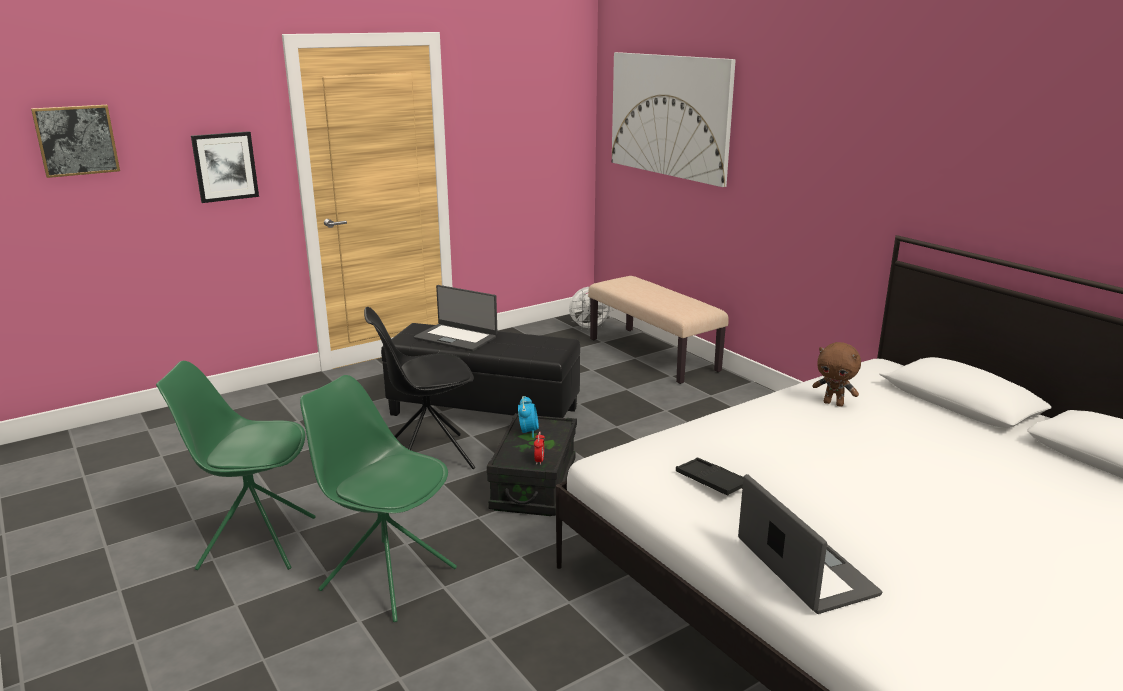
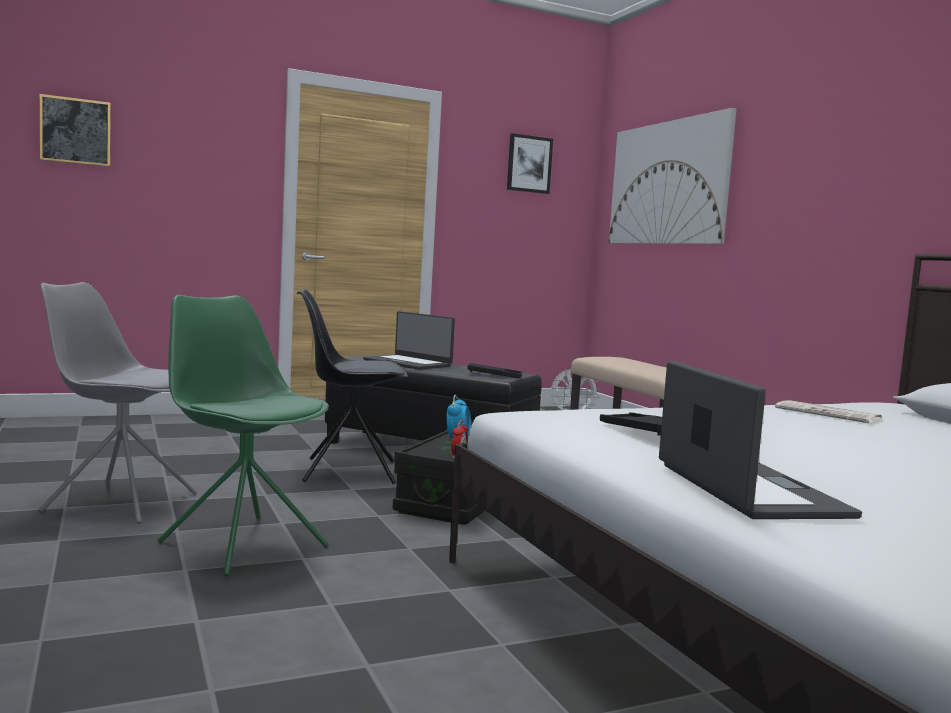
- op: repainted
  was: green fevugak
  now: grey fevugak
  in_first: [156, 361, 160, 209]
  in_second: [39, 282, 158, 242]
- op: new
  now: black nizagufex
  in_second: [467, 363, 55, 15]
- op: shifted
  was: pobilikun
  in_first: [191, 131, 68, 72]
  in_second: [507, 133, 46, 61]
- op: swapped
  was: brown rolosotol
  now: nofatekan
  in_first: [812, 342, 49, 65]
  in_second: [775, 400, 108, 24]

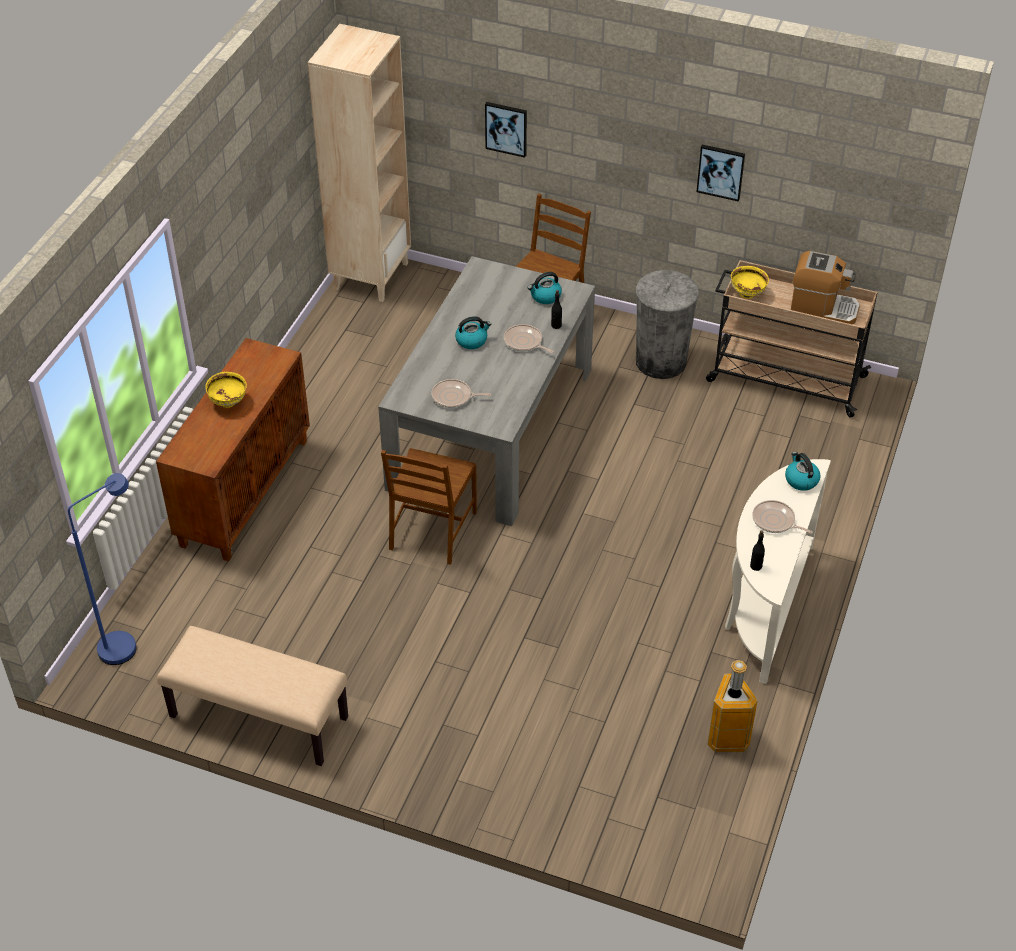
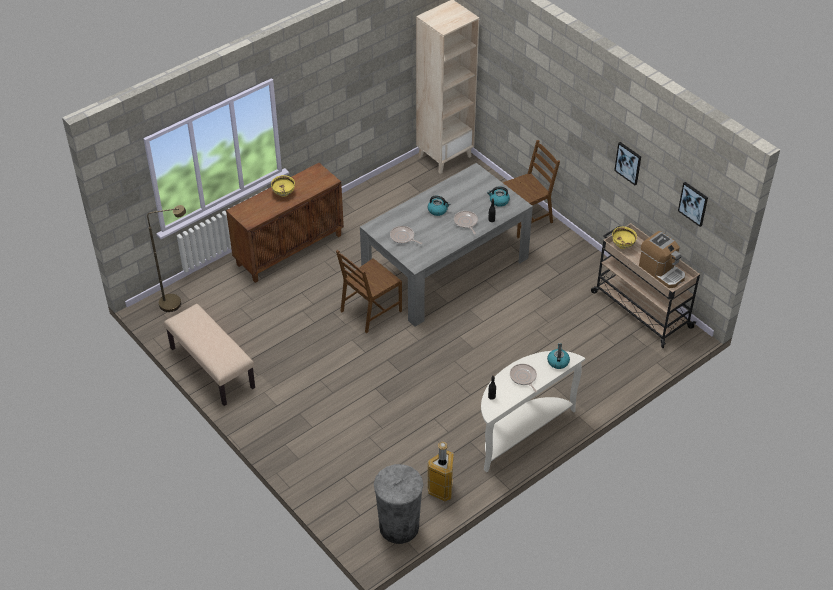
- op: repainted
  was: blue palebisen
  now: brown palebisen
  in_first: [68, 473, 69, 192]
  in_second: [147, 205, 39, 107]
- op: shifted
  was: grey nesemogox
  in_first: [636, 270, 63, 109]
  in_second: [374, 464, 49, 80]
- op: shifted
  was: pobilikun
  in_first: [485, 102, 42, 56]
  in_second: [678, 182, 30, 45]

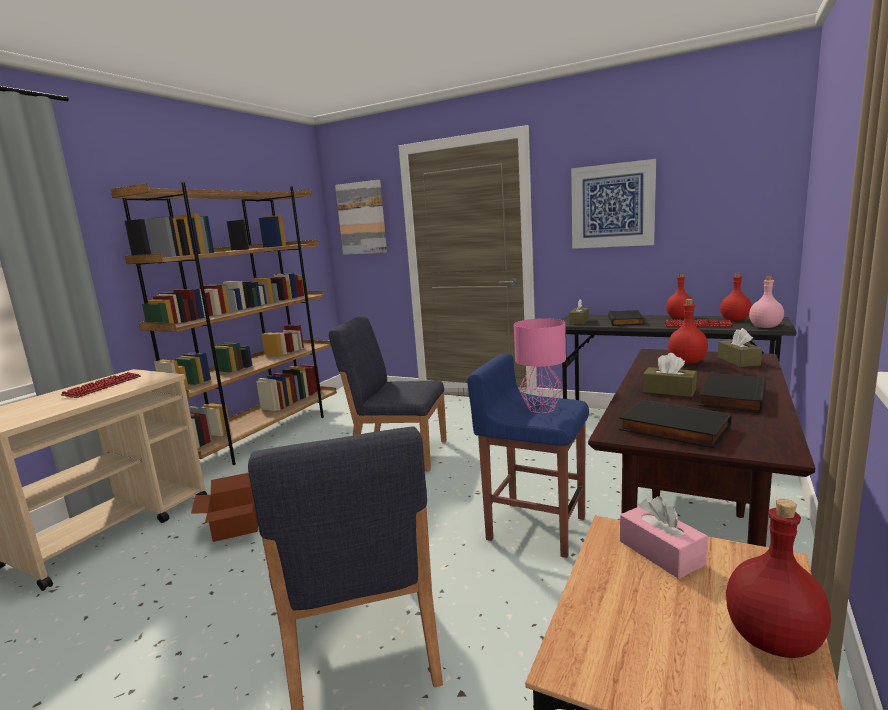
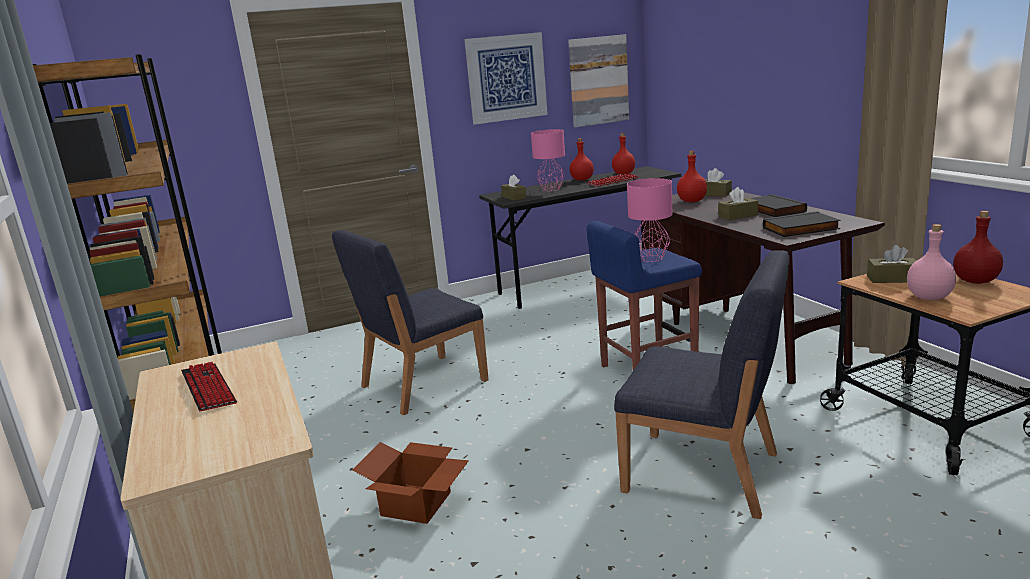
- op: swapped
  was: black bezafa
  now: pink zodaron
  in_first: [608, 310, 36, 16]
  in_second: [531, 129, 34, 62]
- op: shifted
  was: pobilikun
  in_first: [335, 180, 52, 75]
  in_second: [568, 34, 61, 93]
- op: repainted
  was: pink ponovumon
  now: brown ponovumon
  in_first: [620, 496, 88, 83]
  in_second: [867, 245, 49, 38]
- op: shifted
  was: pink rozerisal
  in_first: [749, 276, 35, 52]
  in_second: [907, 224, 49, 76]

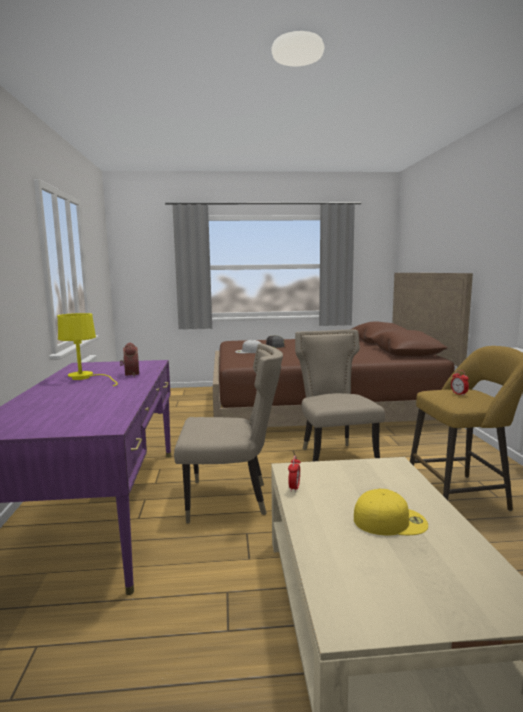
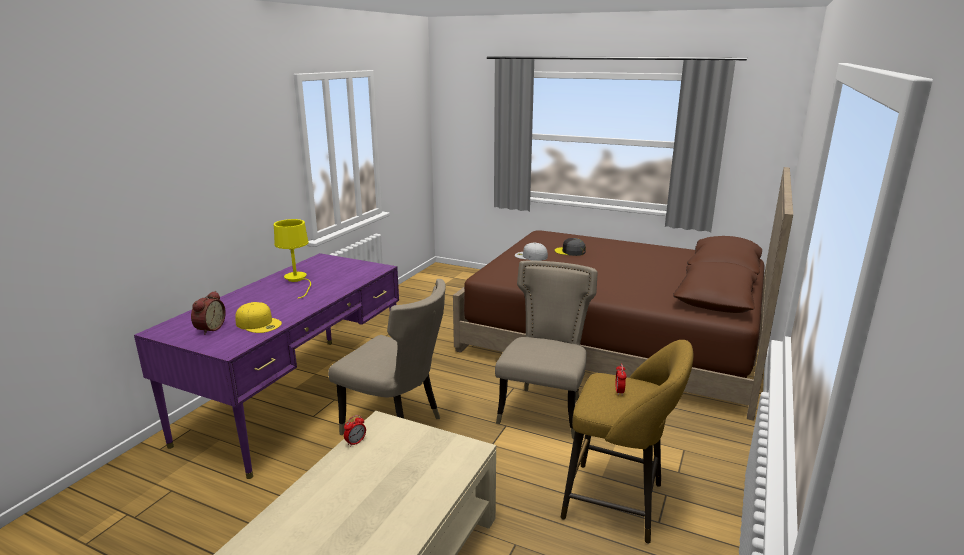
- op: shifted
  was: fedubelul
  in_first: [120, 343, 19, 34]
  in_second: [191, 291, 35, 44]
- op: shifted
  was: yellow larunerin
  in_first: [354, 489, 74, 46]
  in_second: [235, 302, 47, 31]

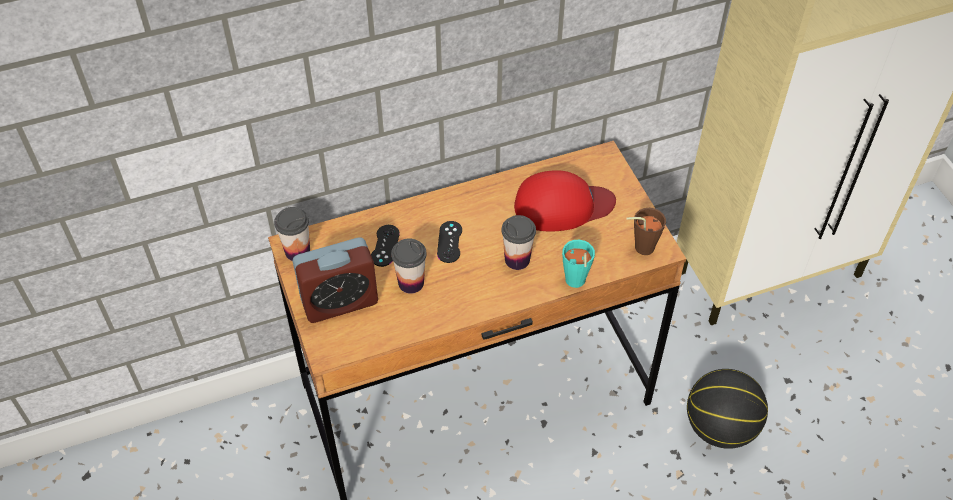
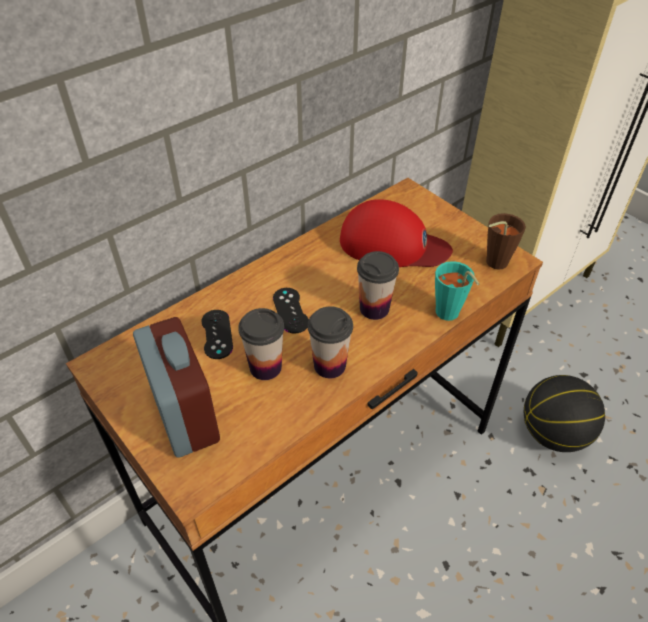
- op: rotated
  was: fedubelul
  in_first: [293, 237, 85, 86]
  in_second: [133, 317, 87, 141]
  clockwise: -75
- op: shifted
  was: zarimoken
  in_first: [274, 207, 36, 54]
  in_second: [308, 306, 45, 72]
- op: rotated
  was: red larunerin
  in_first: [514, 170, 102, 61]
  in_second: [340, 199, 113, 68]
  clockwise: 45

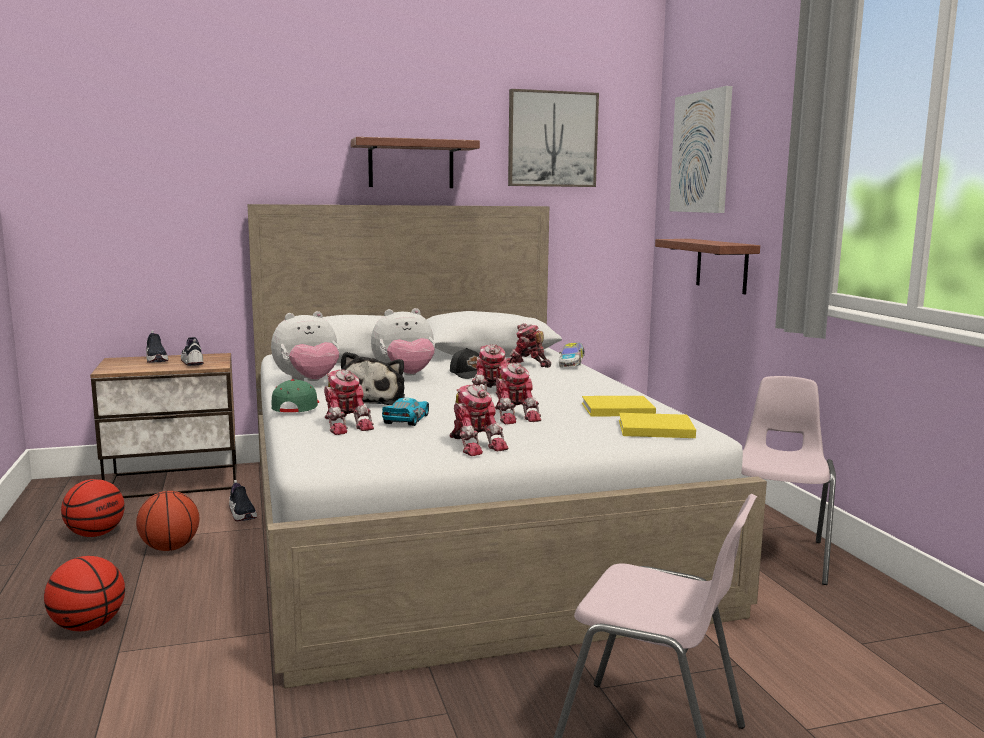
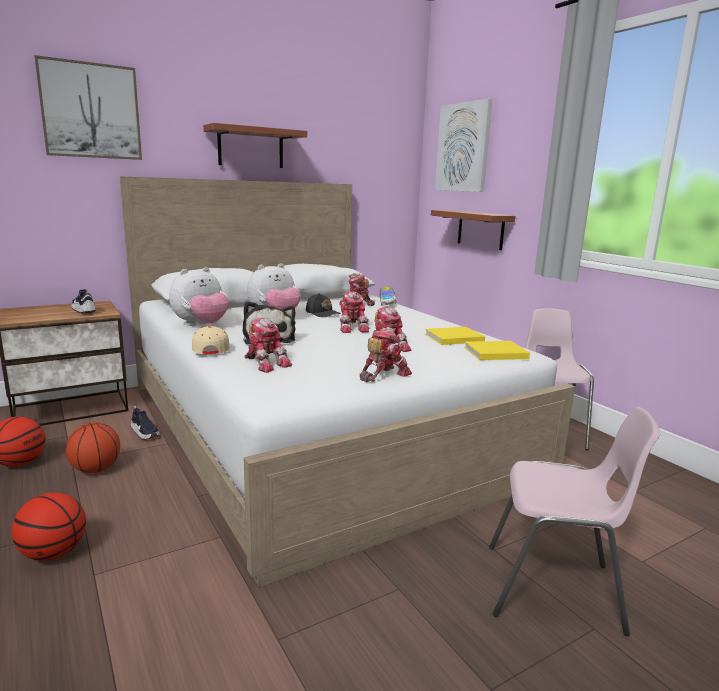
- op: shifted
  was: pobilikun
  in_first: [508, 89, 91, 98]
  in_second: [35, 55, 107, 105]
- op: repainted
  was: green larunerin
  now: beige larunerin
  in_first: [272, 379, 47, 33]
  in_second: [192, 326, 38, 28]
- op: rotated
  was: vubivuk
  in_first: [449, 385, 60, 71]
  in_second: [360, 327, 52, 55]
  clockwise: -90
- op: gone
  was: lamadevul
  in_first: [146, 331, 22, 32]
- op: gone
  was: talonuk
  in_first: [382, 398, 47, 28]

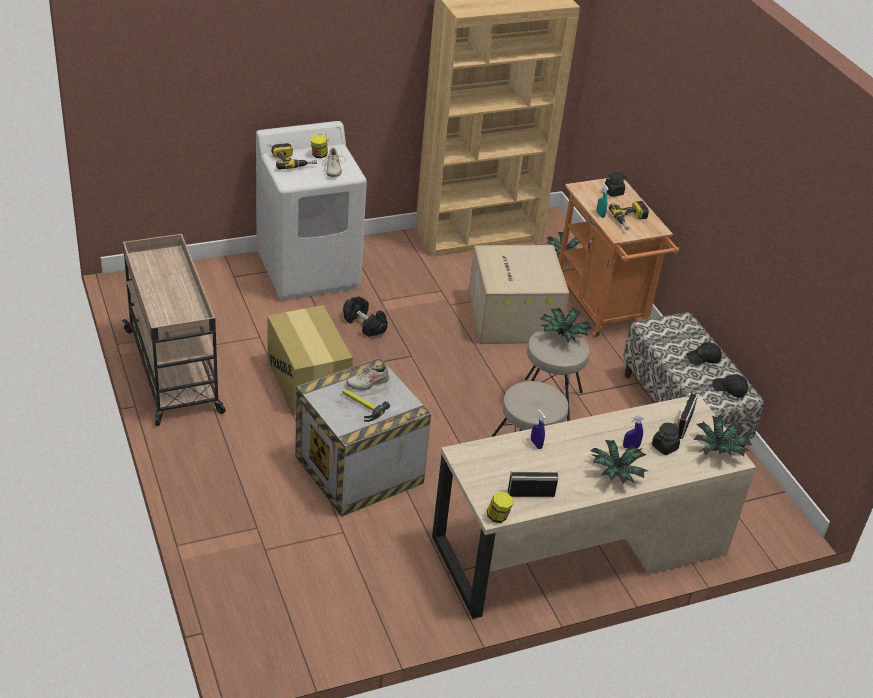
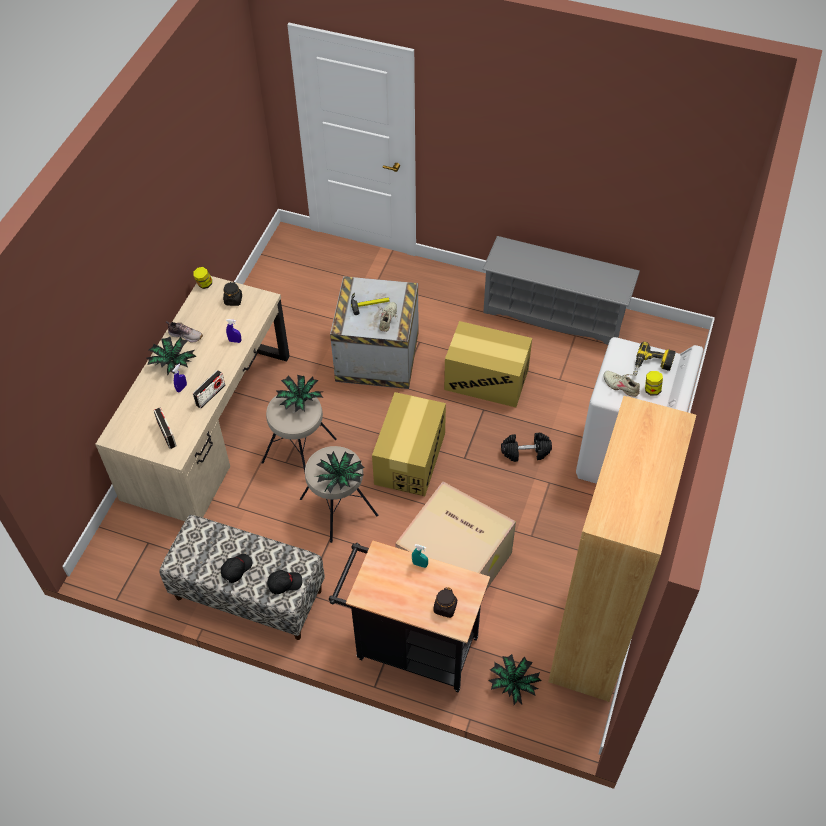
- op: new
  now: lamadevul
  in_second: [166, 321, 37, 22]
- op: shifted
  was: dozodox
  in_first: [508, 471, 50, 26]
  in_second: [193, 370, 32, 38]
- op: shifted
  was: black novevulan
  in_first: [652, 423, 28, 32]
  in_second: [223, 282, 19, 24]
- op: shifted
  was: black larunerin
  in_first: [712, 374, 36, 24]
  in_second: [267, 570, 35, 24]
- op: shifted
  was: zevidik
  in_first: [693, 416, 59, 40]
  in_second: [276, 375, 47, 37]
- op: repainted
  was: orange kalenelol
  now: black kalenelol
  in_first: [559, 178, 120, 160]
  in_second: [329, 540, 161, 152]
- op: new
  now: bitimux
  in_second: [372, 392, 74, 104]
- op: swapped
  was: beige kalenelol
  now: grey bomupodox
  in_first: [122, 234, 104, 192]
  in_second: [482, 236, 158, 109]
- op: gone
  was: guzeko
  in_first: [609, 201, 40, 30]

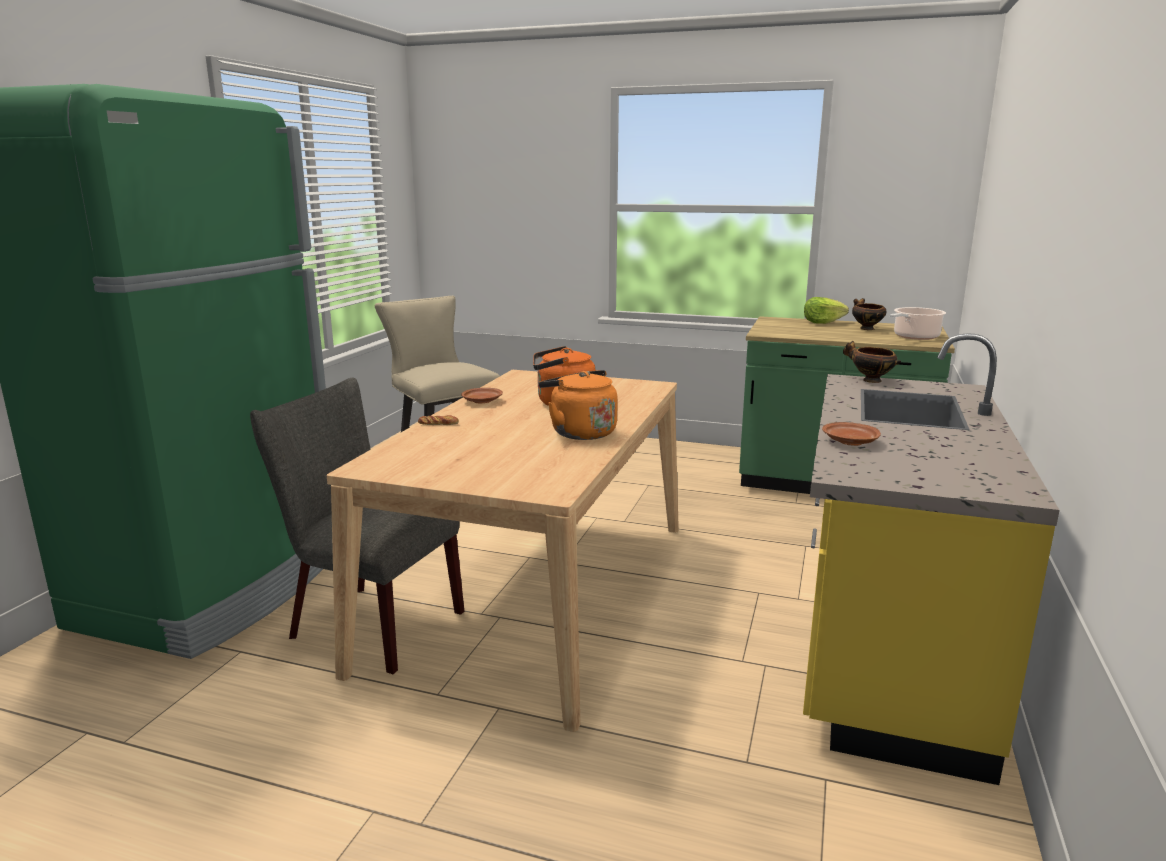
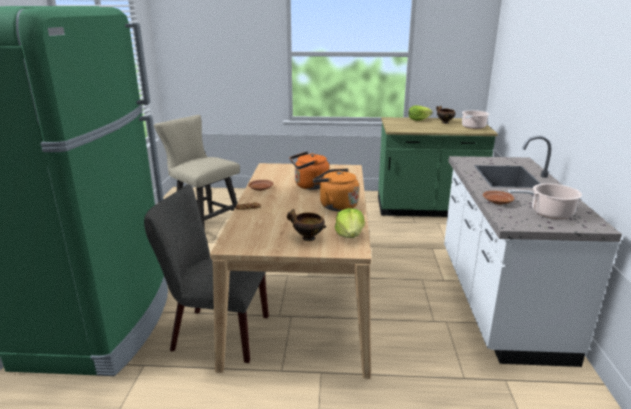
- op: shifted
  was: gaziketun
  in_first: [843, 341, 58, 42]
  in_second: [287, 209, 39, 32]
- op: new
  now: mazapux
  in_second: [335, 208, 30, 30]
- op: repainted
  was: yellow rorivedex
  now: white rorivedex
  in_first: [803, 334, 257, 451]
  in_second: [444, 136, 178, 231]
- op: new
  now: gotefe
  in_second: [508, 183, 74, 36]

